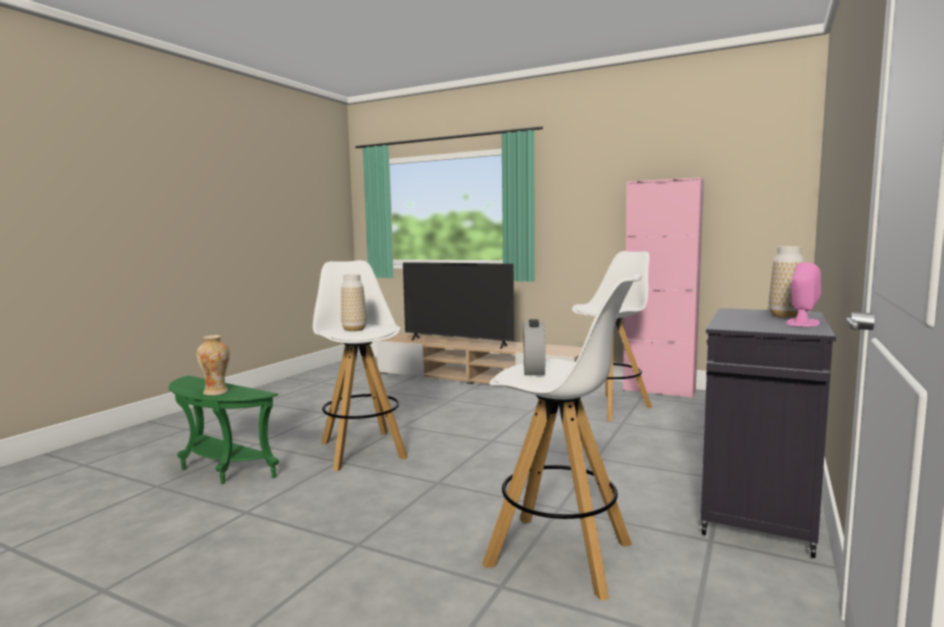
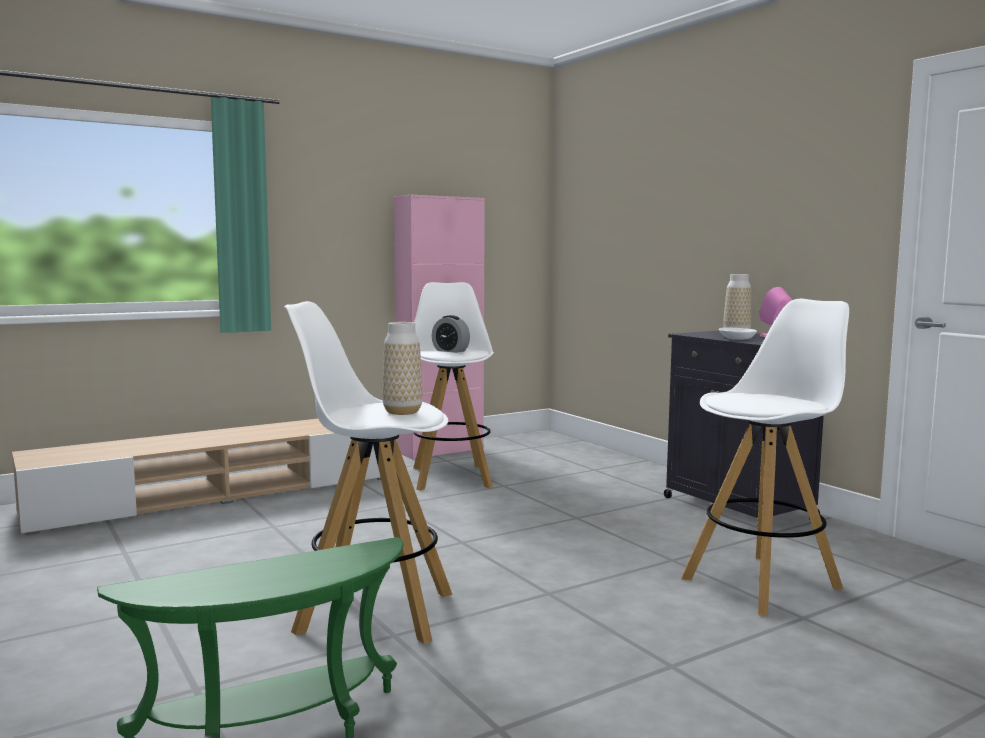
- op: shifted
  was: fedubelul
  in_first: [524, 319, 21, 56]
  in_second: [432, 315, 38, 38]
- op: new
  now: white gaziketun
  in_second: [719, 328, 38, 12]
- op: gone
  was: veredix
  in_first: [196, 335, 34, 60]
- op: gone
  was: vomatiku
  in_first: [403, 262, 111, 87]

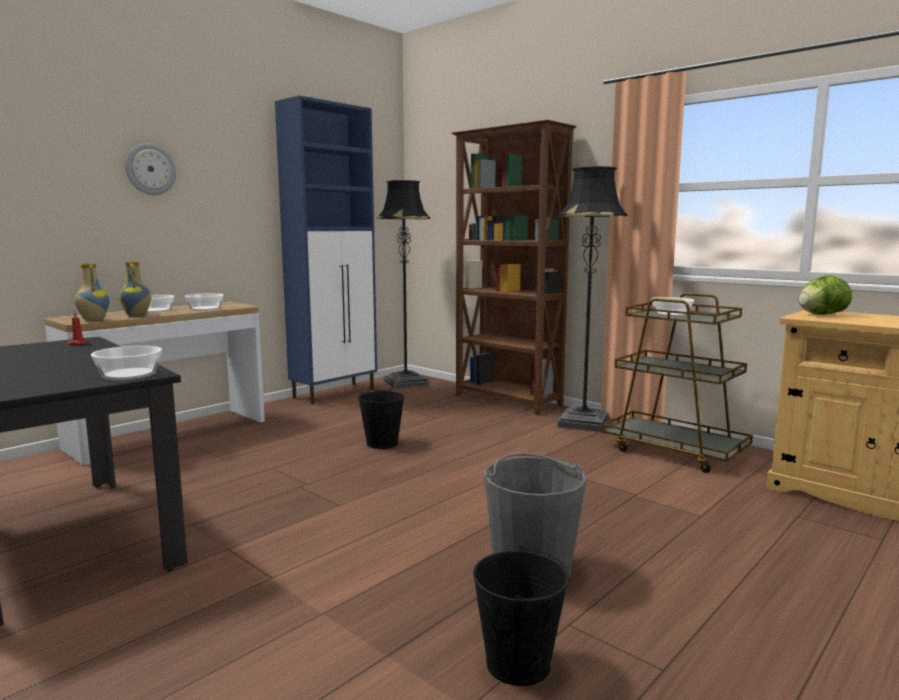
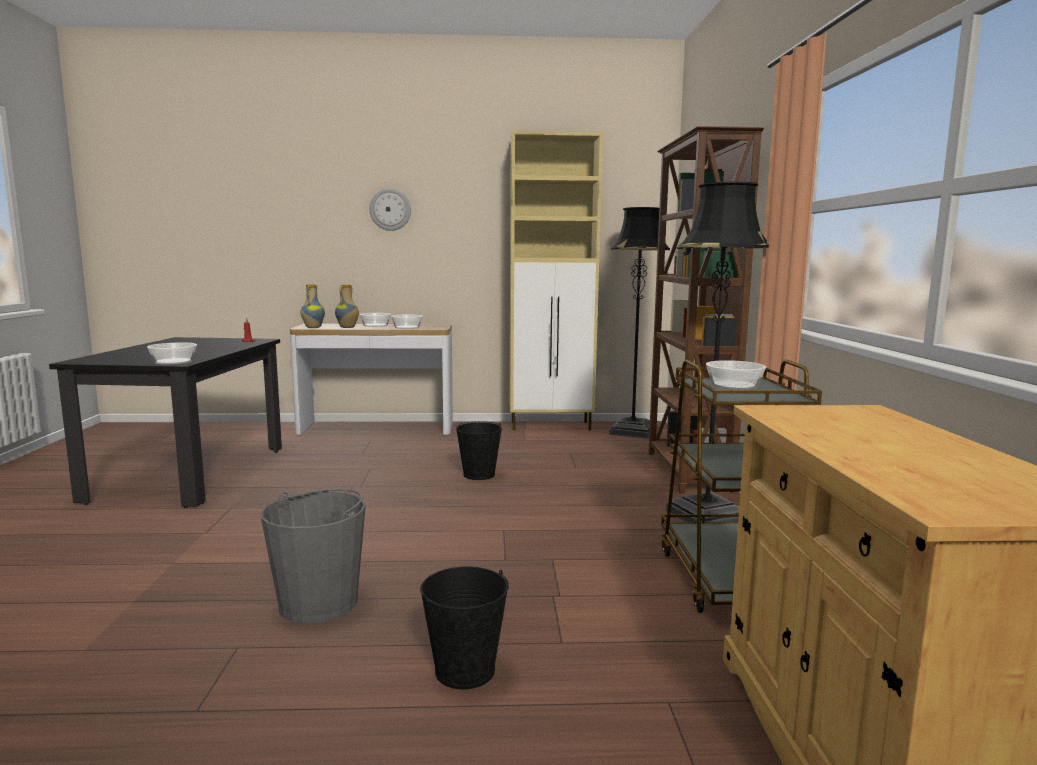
- op: shifted
  was: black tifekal
  in_first: [473, 546, 96, 140]
  in_second: [420, 566, 89, 123]
- op: repainted
  was: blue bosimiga
  now: beige bosimiga
  in_first: [275, 96, 102, 308]
  in_second: [509, 131, 94, 300]
- op: gone
  was: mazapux
  in_first: [798, 275, 54, 40]

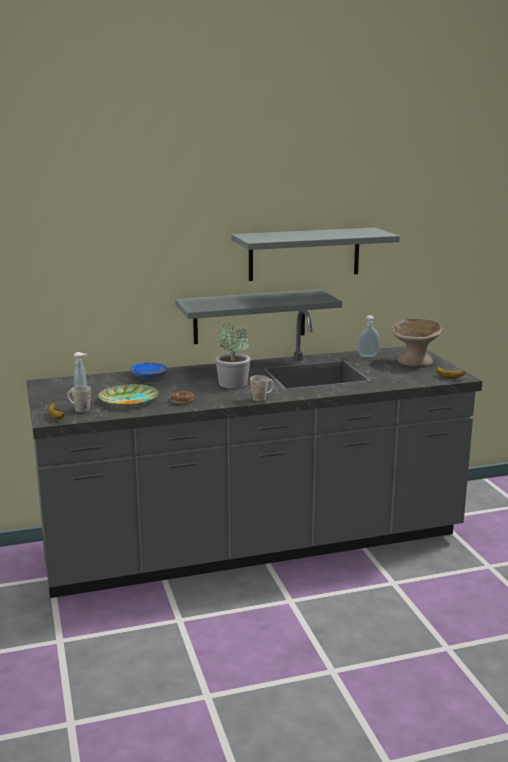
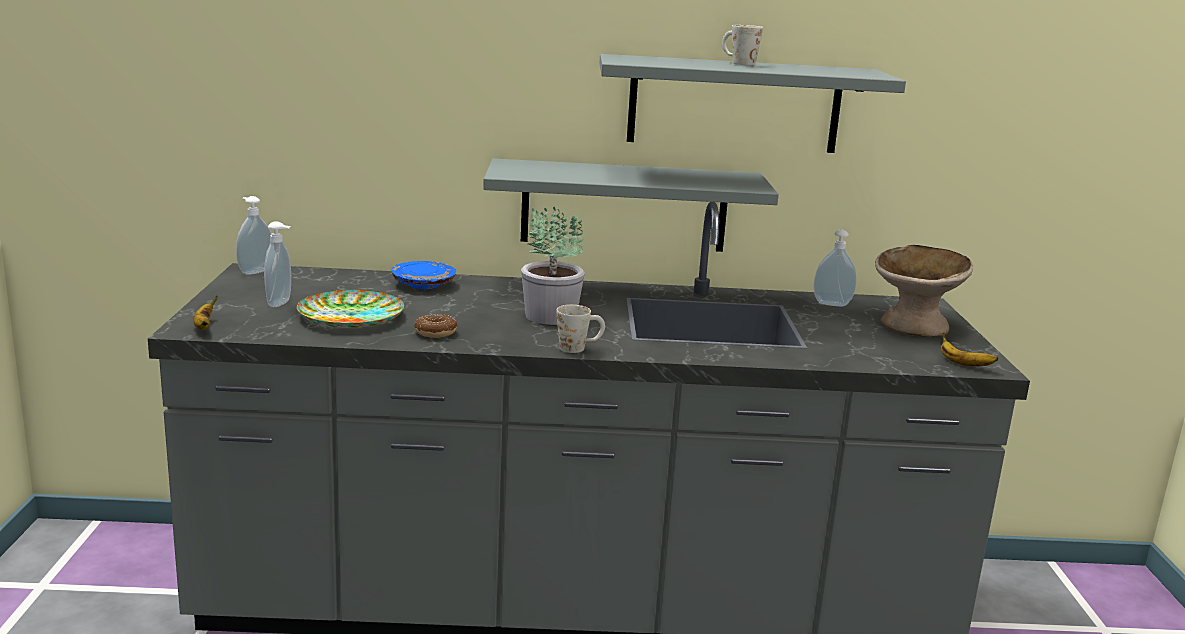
- op: new
  now: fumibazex
  in_second: [236, 196, 35, 79]
- op: shifted
  was: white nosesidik
  in_first: [67, 385, 24, 27]
  in_second: [722, 25, 41, 40]

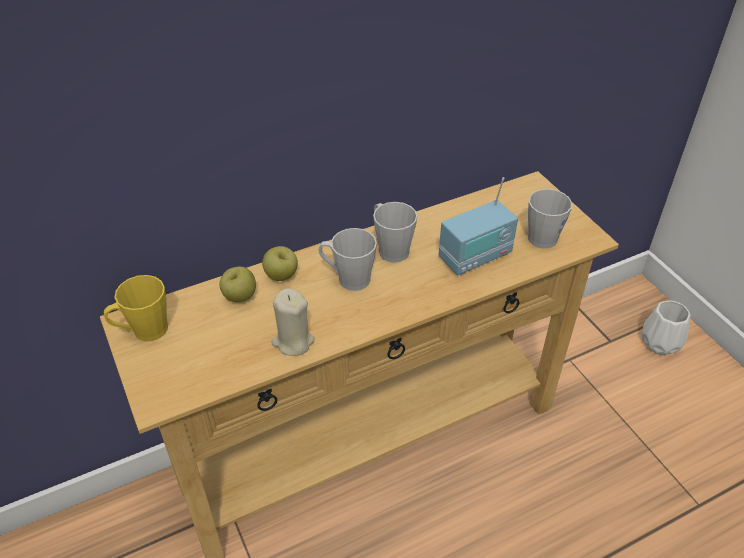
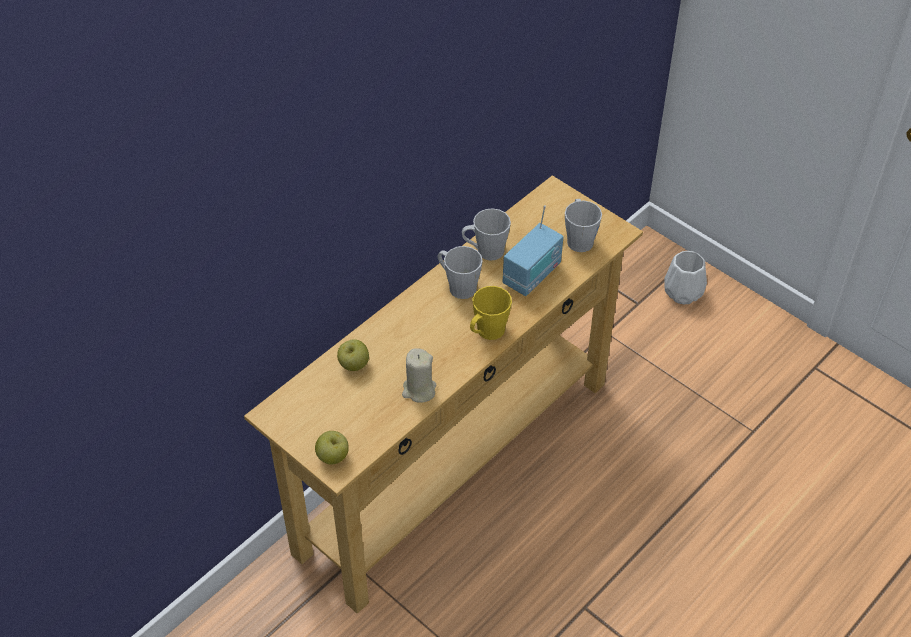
- op: shifted
  was: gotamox
  in_first: [262, 246, 36, 35]
  in_second: [315, 431, 34, 33]
- op: shifted
  was: grey nosesidik
  in_first: [318, 228, 59, 63]
  in_second: [462, 208, 49, 53]
- op: shifted
  was: yellow nosesidik
  in_first: [104, 275, 64, 67]
  in_second: [470, 286, 42, 54]

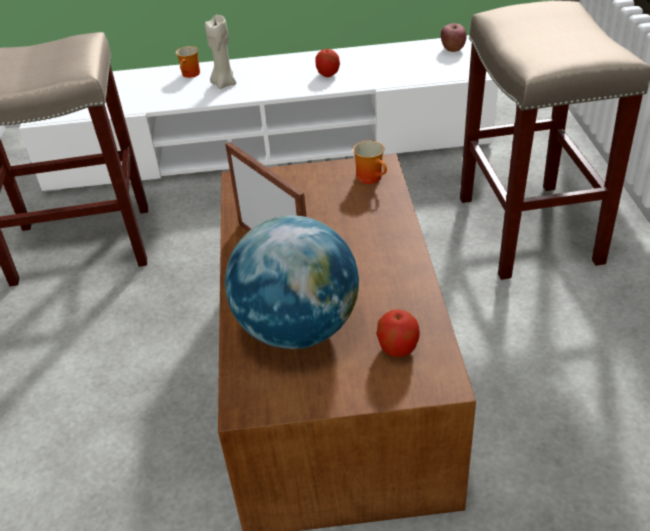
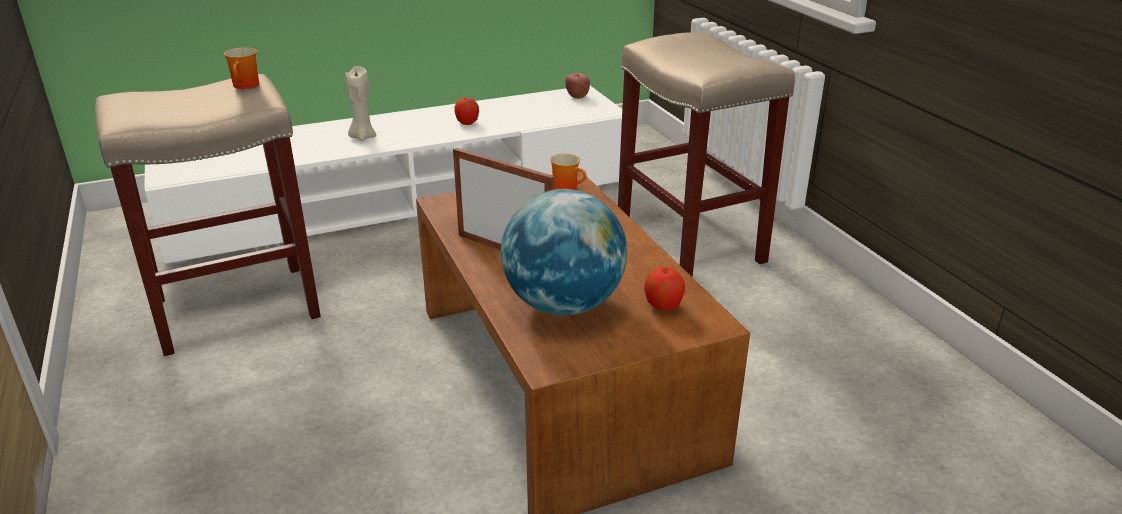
- op: shifted
  was: nosesidik
  in_first: [176, 46, 24, 32]
  in_second: [224, 47, 35, 42]

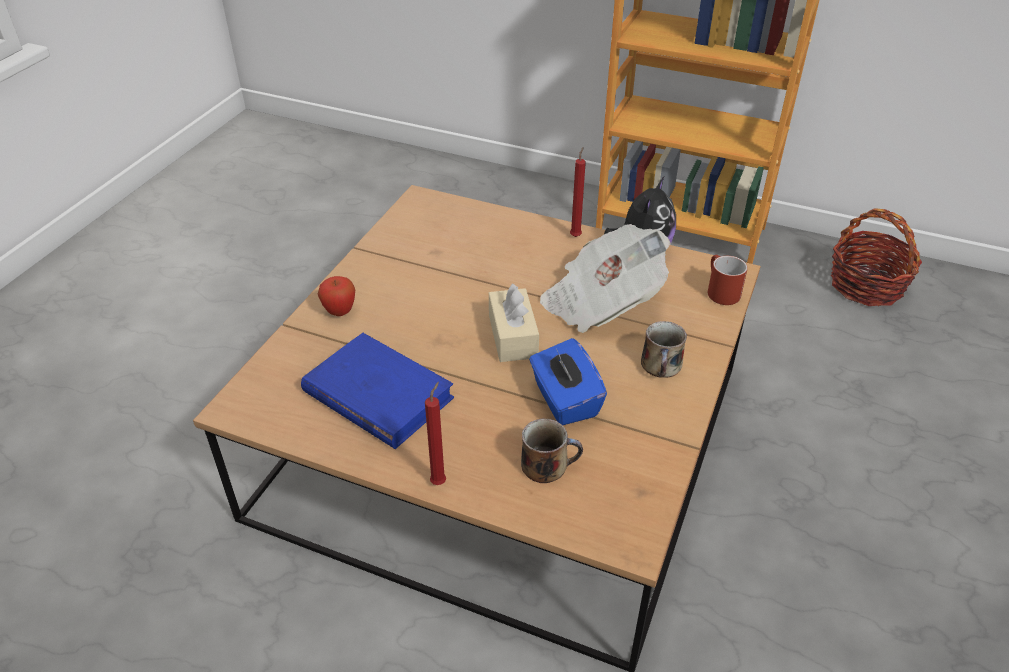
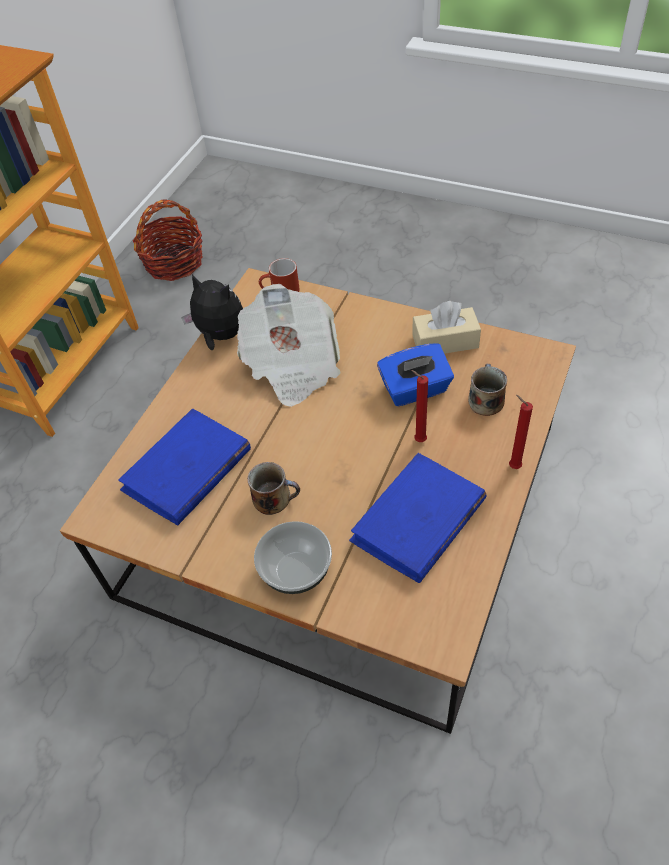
- op: new
  now: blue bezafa
  in_second: [118, 408, 133, 118]
- op: shifted
  was: nosesidik
  in_first: [641, 321, 46, 57]
  in_second: [247, 462, 53, 53]
- op: swapped
  was: gotamox
  now: gaziketun
  in_first: [318, 276, 37, 40]
  in_second: [254, 521, 78, 73]
- op: shifted
  was: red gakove
  in_first: [570, 147, 16, 90]
  in_second: [411, 370, 17, 72]
- op: shifted
  was: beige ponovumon
  in_first: [489, 284, 50, 78]
  in_second: [412, 301, 69, 53]

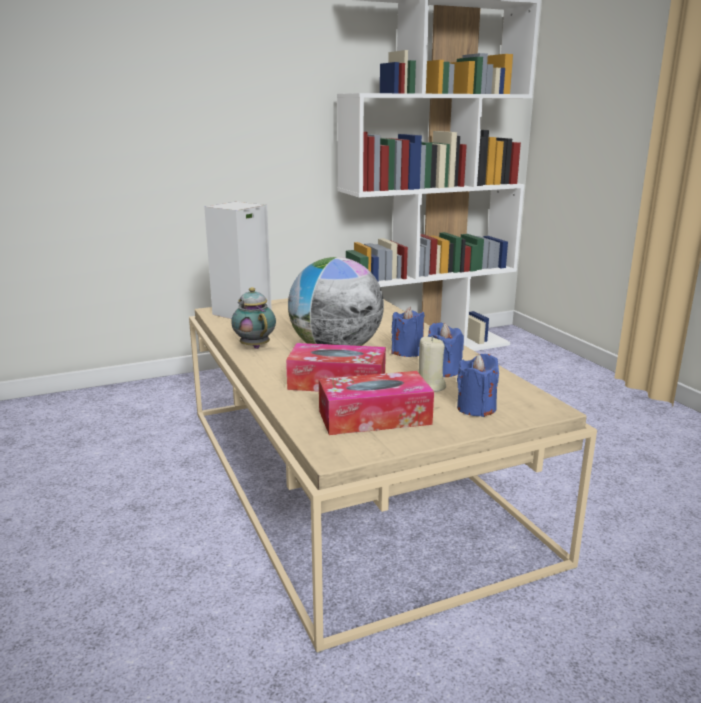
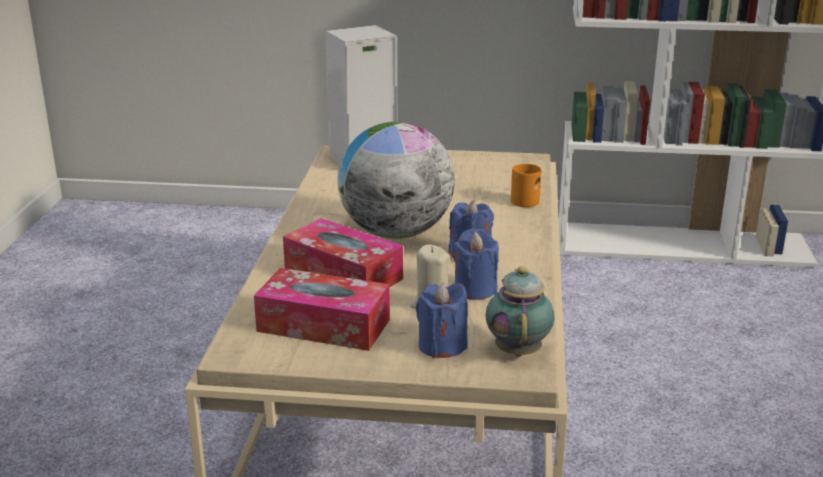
- op: shifted
  was: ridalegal
  in_first: [231, 287, 45, 62]
  in_second: [485, 266, 69, 91]
- op: new
  now: orange nosesidik
  in_second: [511, 164, 30, 43]

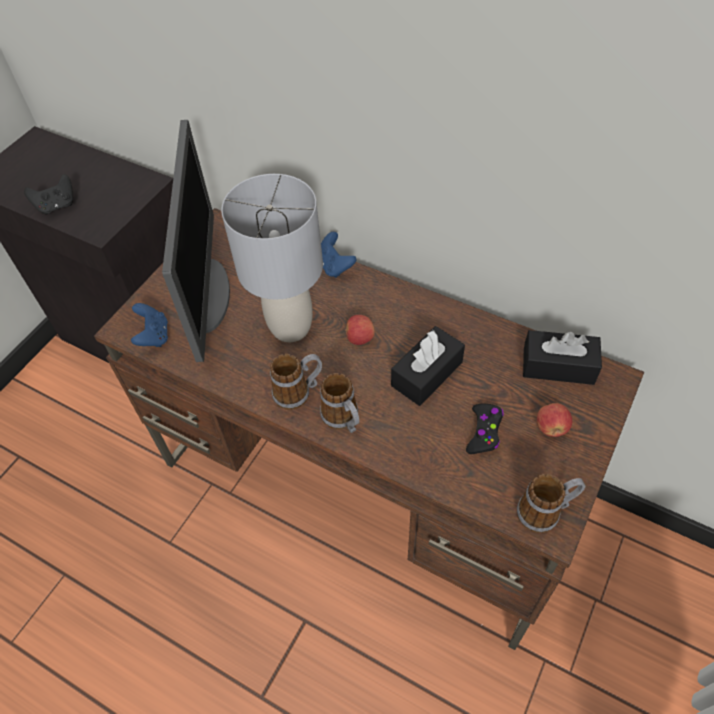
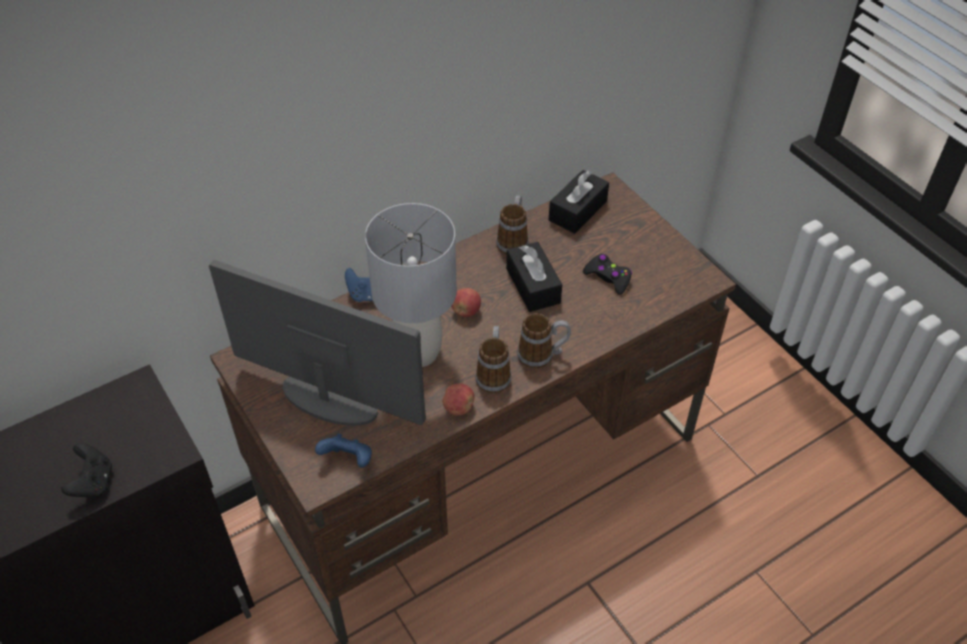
- op: shifted
  was: gotamox
  in_first: [537, 403, 35, 34]
  in_second: [442, 383, 32, 33]
- op: shifted
  was: nosesidik
  in_first: [517, 474, 68, 59]
  in_second: [496, 195, 33, 60]

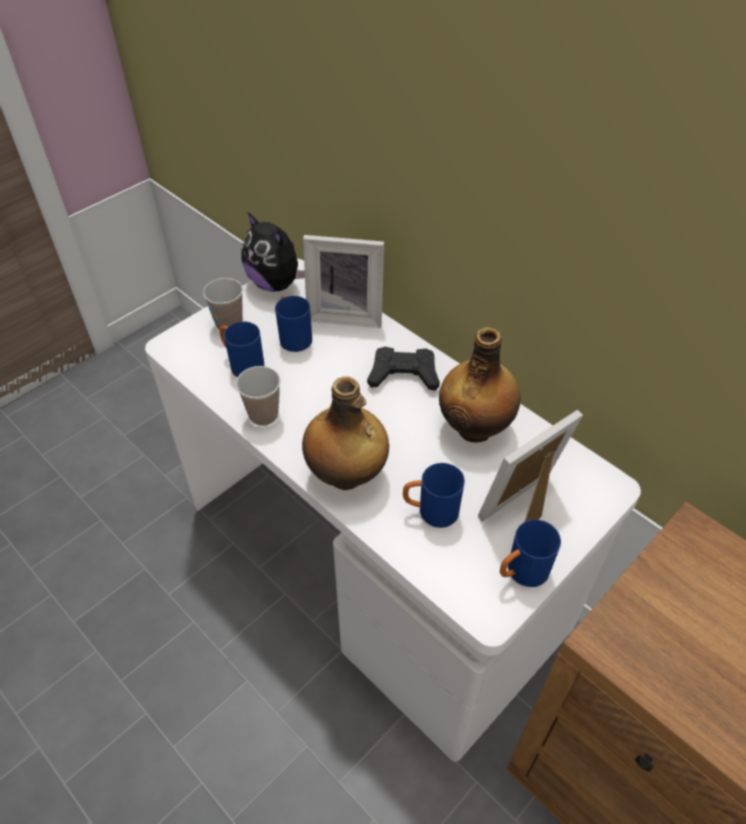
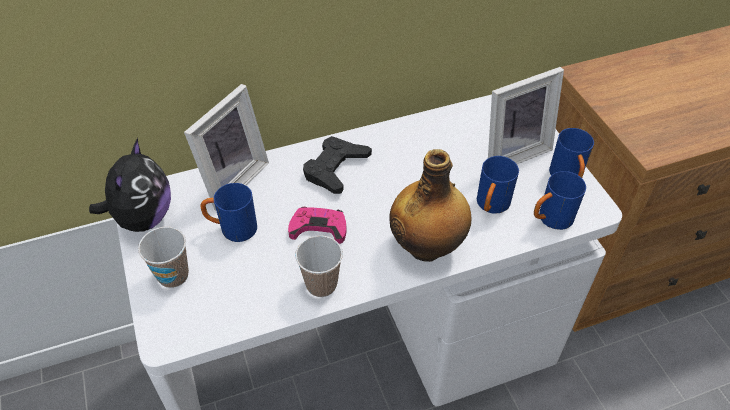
- op: rotated
  was: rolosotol
  in_first: [242, 212, 63, 80]
  in_second: [89, 138, 82, 94]
  clockwise: -60
- op: new
  now: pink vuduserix
  in_second: [288, 207, 58, 37]
- op: rotated
  was: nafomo
  in_first: [478, 410, 105, 112]
  in_second: [488, 67, 76, 97]
  clockwise: -105
- op: shifted
  was: blue nosesidik
  in_first: [220, 321, 44, 56]
  in_second: [534, 171, 52, 59]
- op: gone
  was: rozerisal
  in_first: [439, 327, 82, 115]

